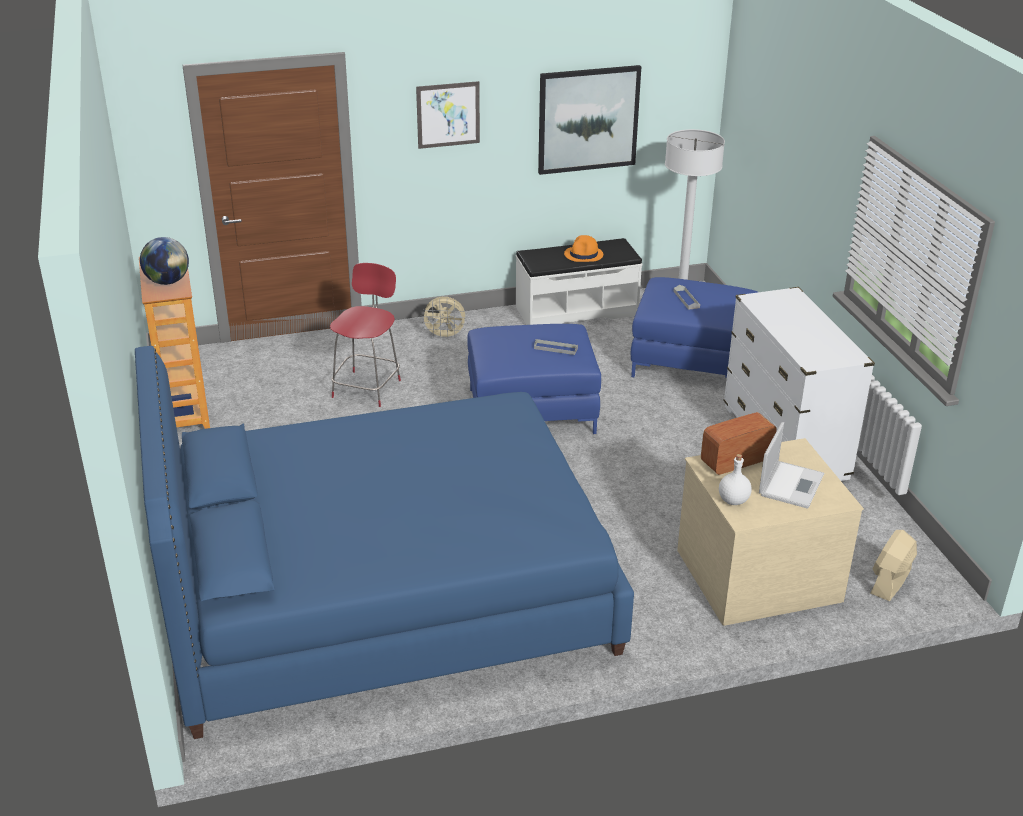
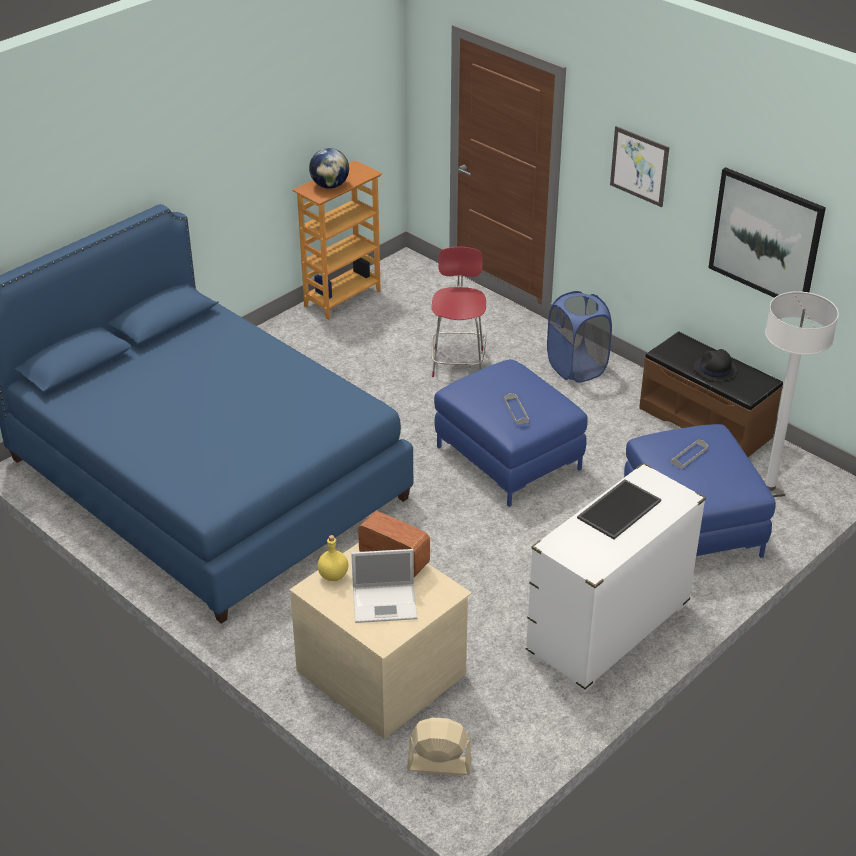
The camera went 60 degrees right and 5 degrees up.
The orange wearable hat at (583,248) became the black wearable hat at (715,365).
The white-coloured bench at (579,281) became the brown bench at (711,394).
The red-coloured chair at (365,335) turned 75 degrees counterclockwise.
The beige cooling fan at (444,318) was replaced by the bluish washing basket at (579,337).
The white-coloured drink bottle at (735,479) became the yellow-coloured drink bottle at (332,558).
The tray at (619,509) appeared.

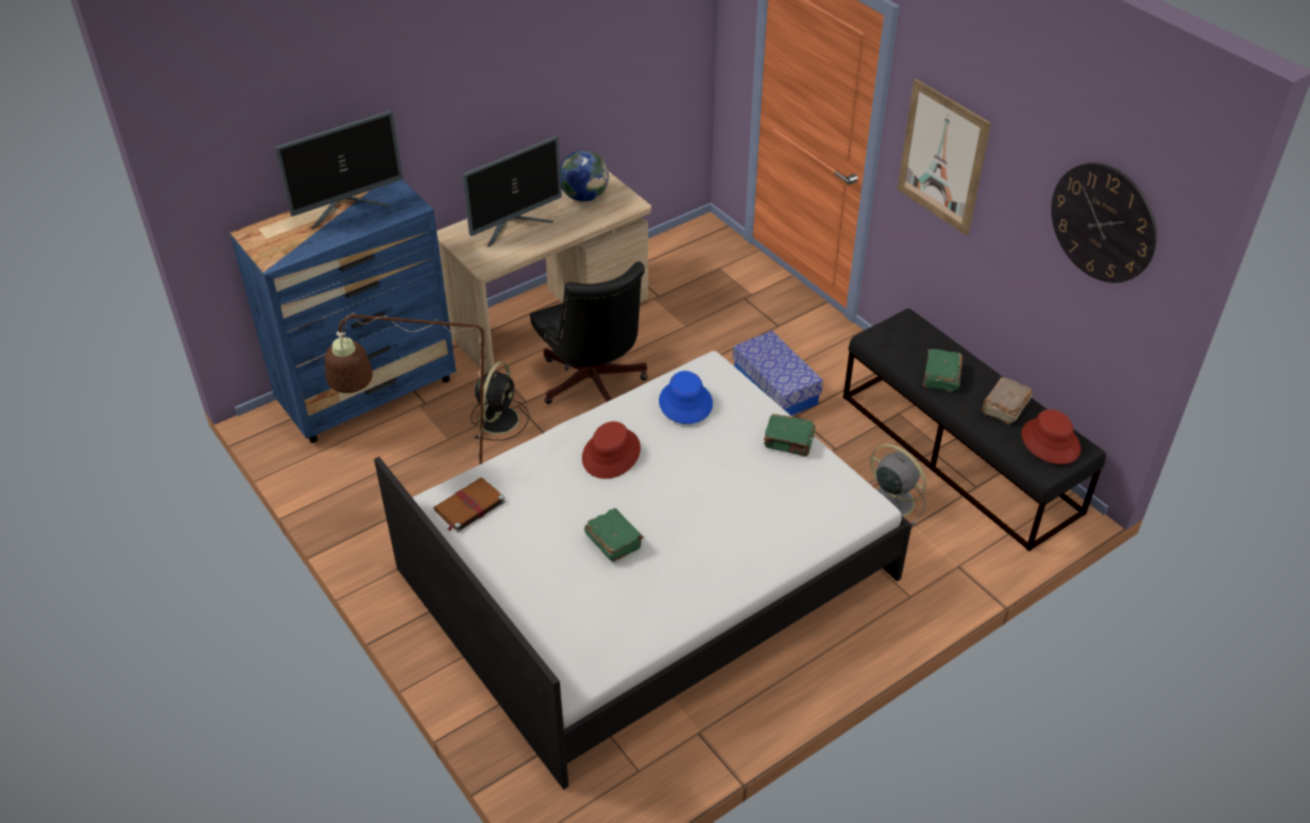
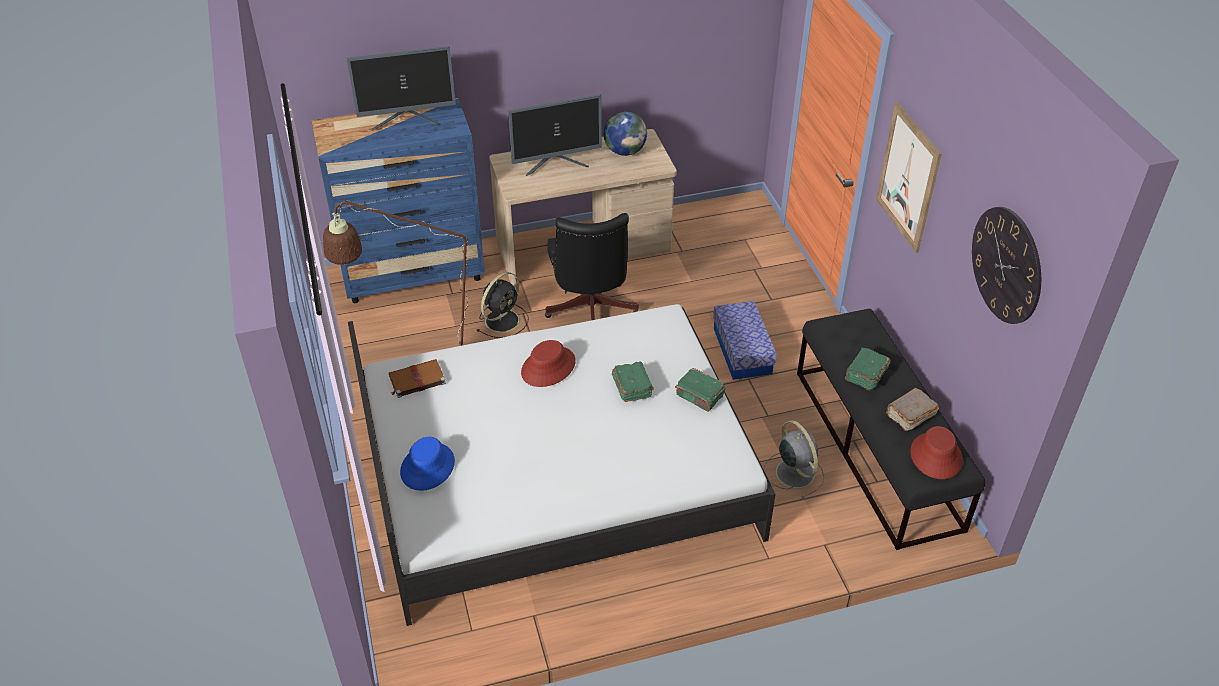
The camera went 20 degrees right and 0 degrees up.
The bluish wearable hat moved from (686,397) to (427,464).
The greenish bound book moved from (614,534) to (633,381).

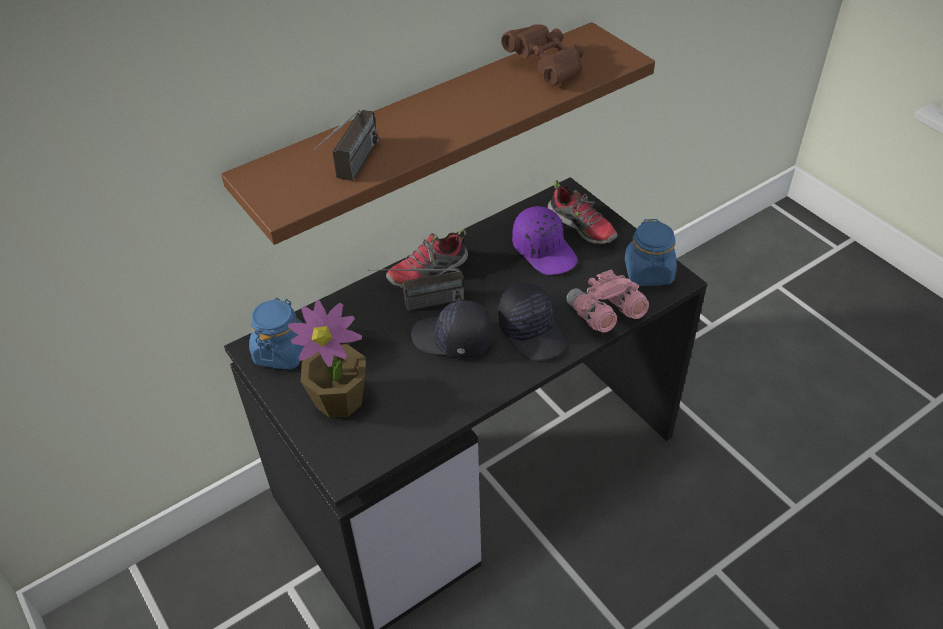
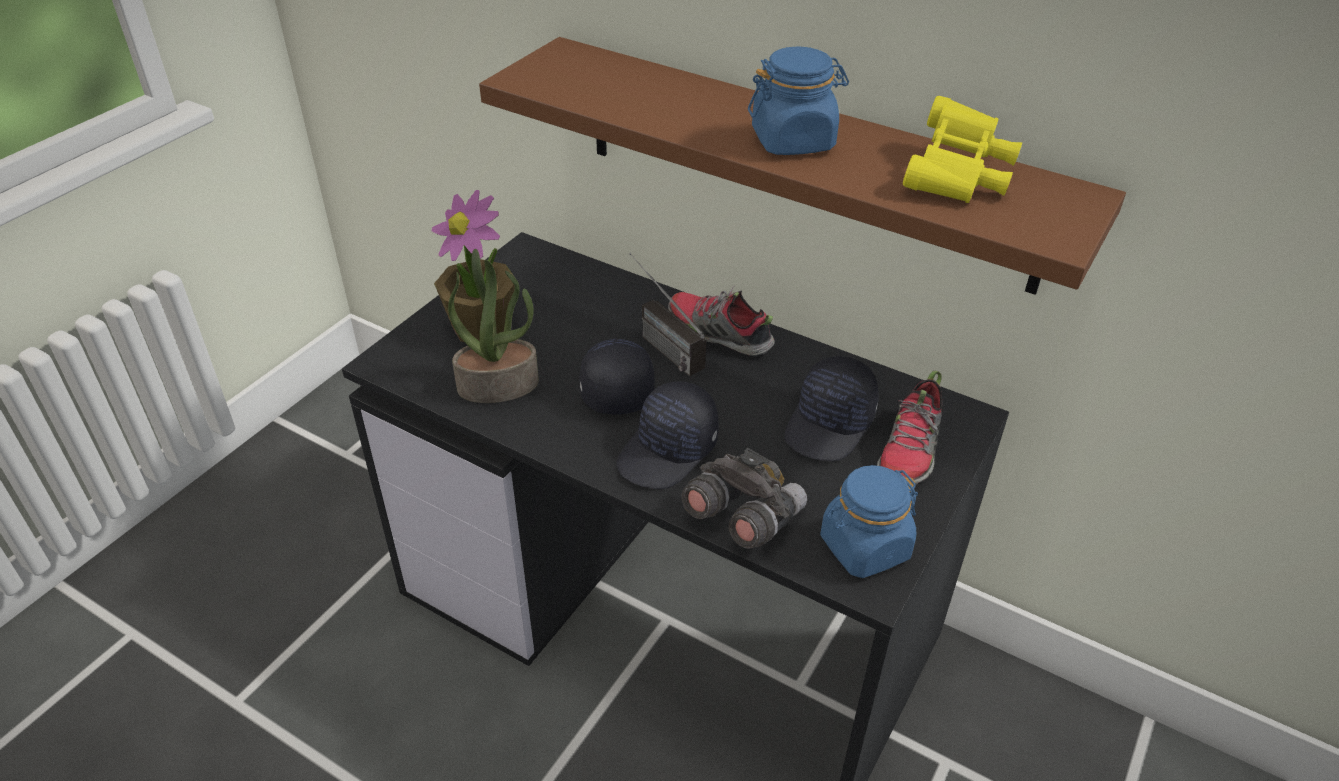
The camera went 65 degrees right and 5 degrees down.
The brown binoculars at (542,55) became the yellow-coloured binoculars at (962,149).
The radio set at (346,145) disappeared.
The purple peaked cap at (545,240) became the black peaked cap at (831,408).
The pinkish binoculars at (607,301) became the grey binoculars at (744,498).
The bluish storage jar moved from (276,334) to (798,100).
The houseplant at (493,326) appeared.

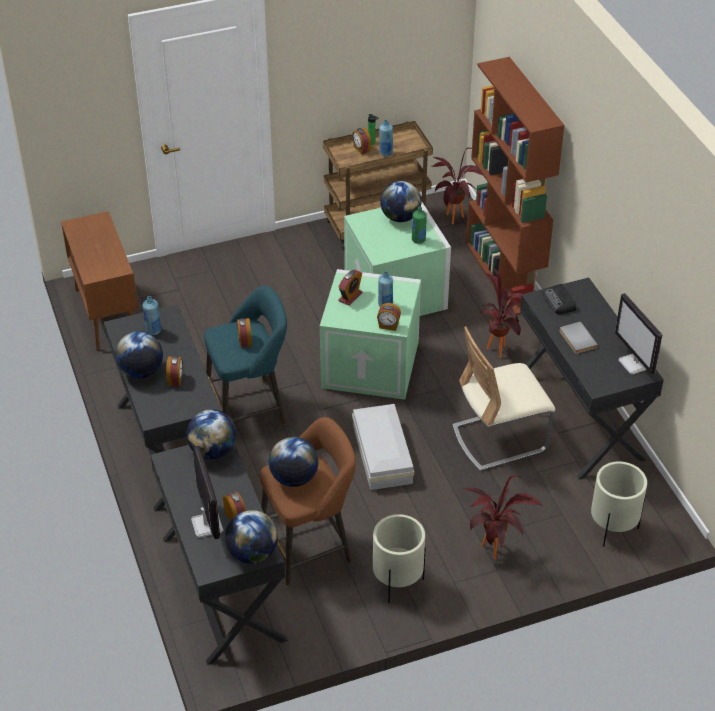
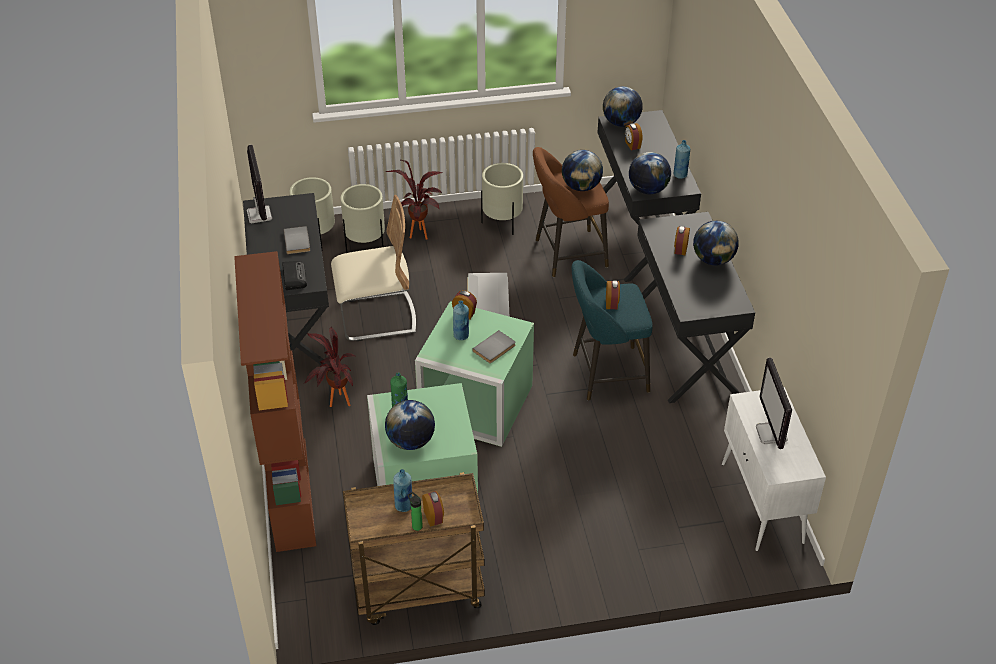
The camera went 170 degrees left and 0 degrees up.
The houseplant at (457,185) disappeared.
The brown storage cabinet at (99,281) became the white-coloured storage cabinet at (774,469).
The bedside clock at (350,288) was replaced by the grey bound book at (494,346).
The bluish drink bottle moved from (152,315) to (682,159).
The computer display moved from (207,492) to (774,403).
The beige flower pot at (362,218) appeared.

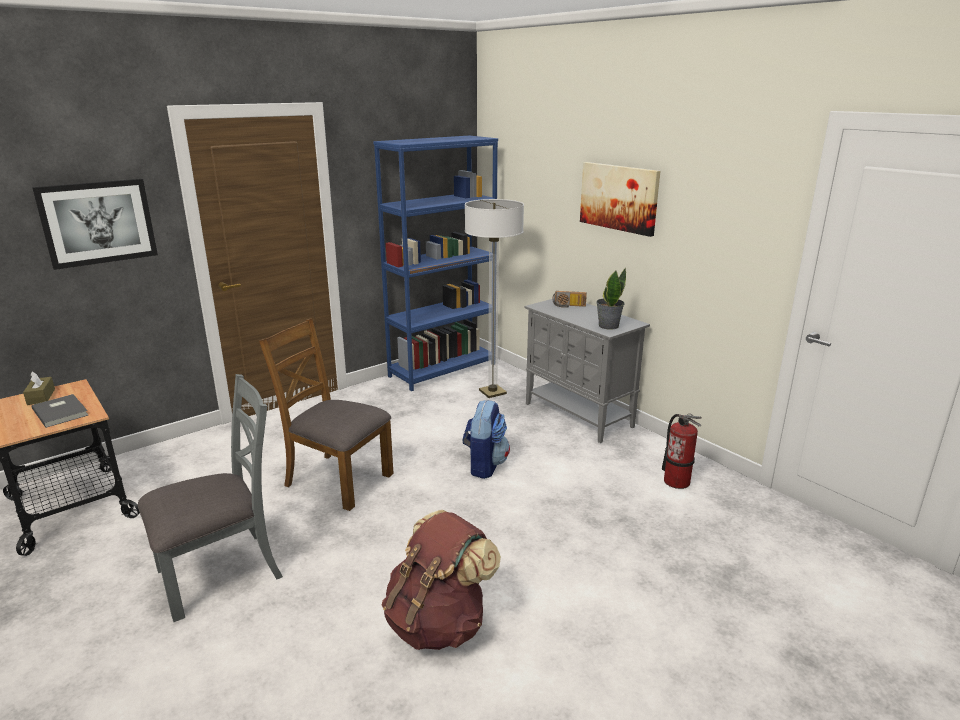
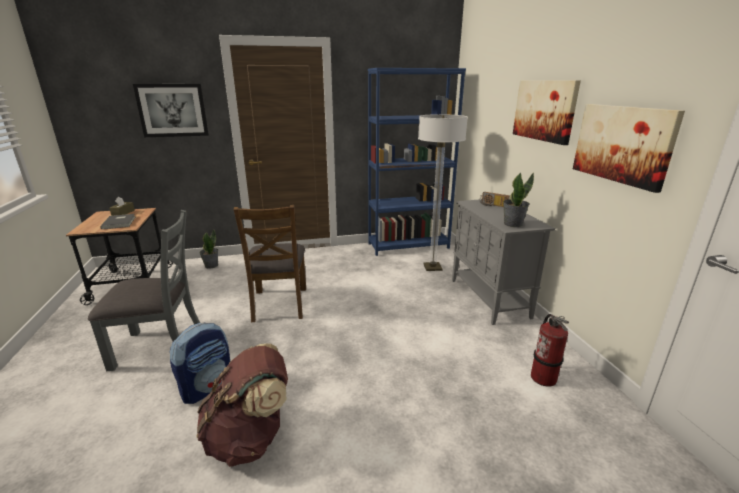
The camera went 25 degrees right and 0 degrees up.
The brown chair at (326,414) turned 150 degrees counterclockwise.
The rucksack moved from (486,439) to (200,363).
The wall art at (629,148) appeared.
The houseplant at (208,249) appeared.

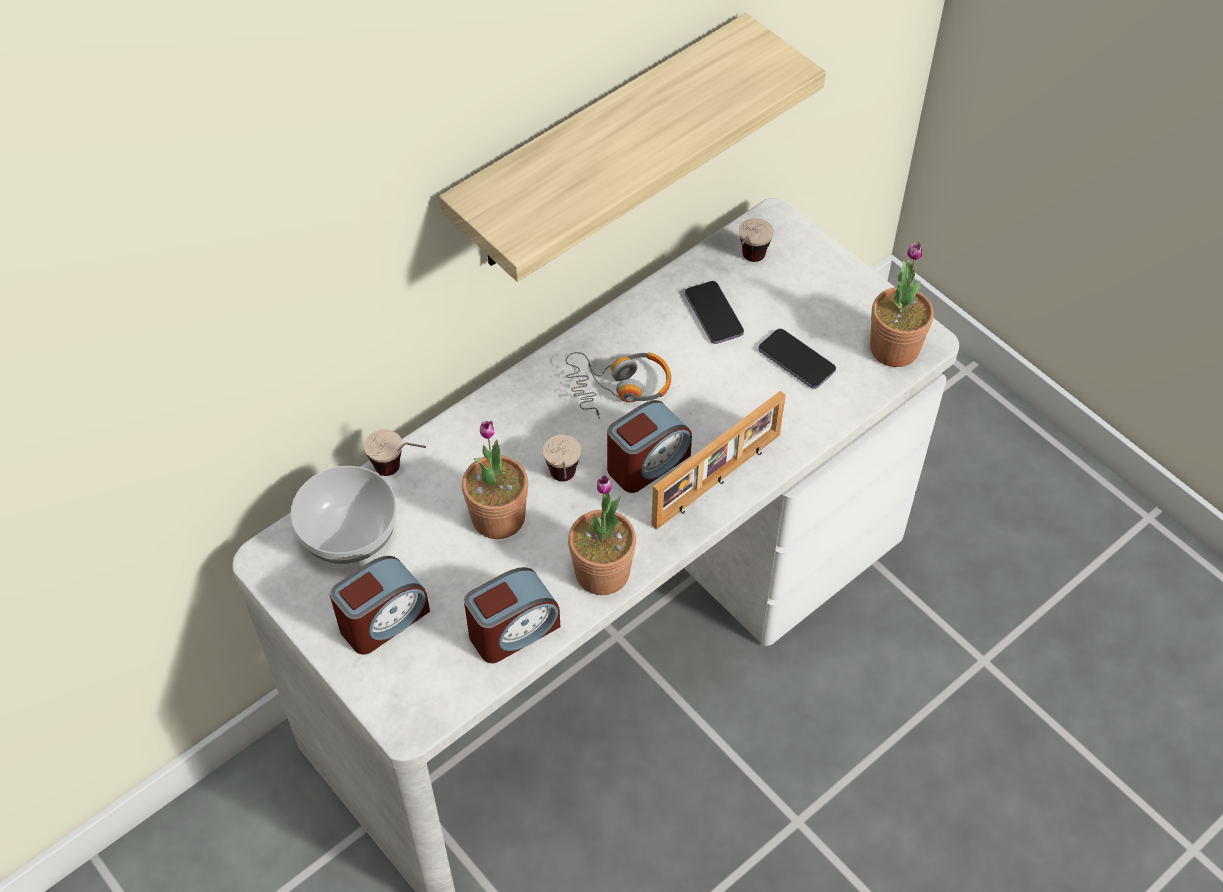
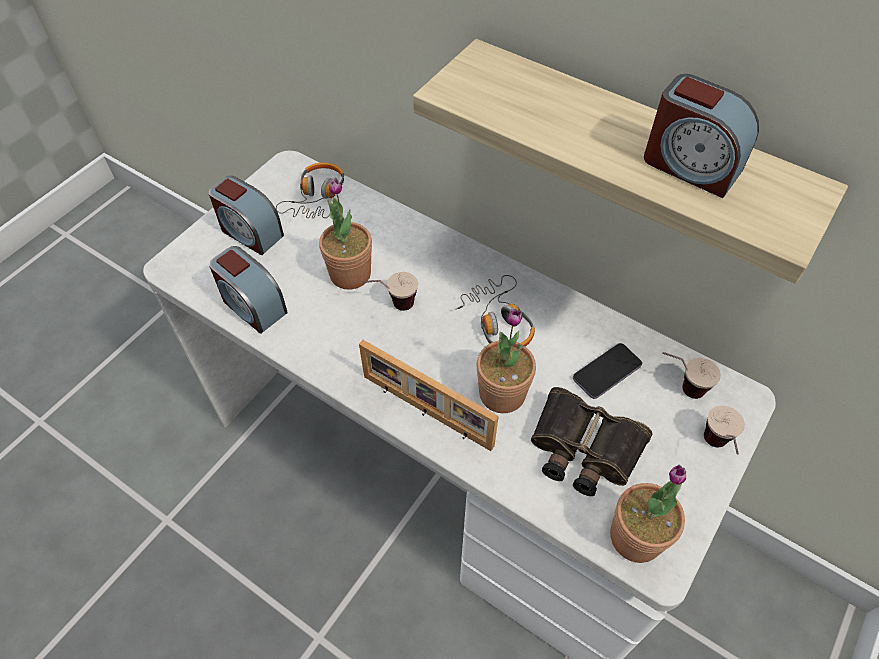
The camera went 75 degrees right and 0 degrees up.
The phone at (797,359) was replaced by the binoculars at (592,441).
The bedside clock moved from (649,446) to (701,136).
The drinking cup moved from (395,452) to (724,430).
The deep dish at (343,515) was replaced by the pair of headphones at (310,191).
The houseplant moved from (602,535) to (506,360).

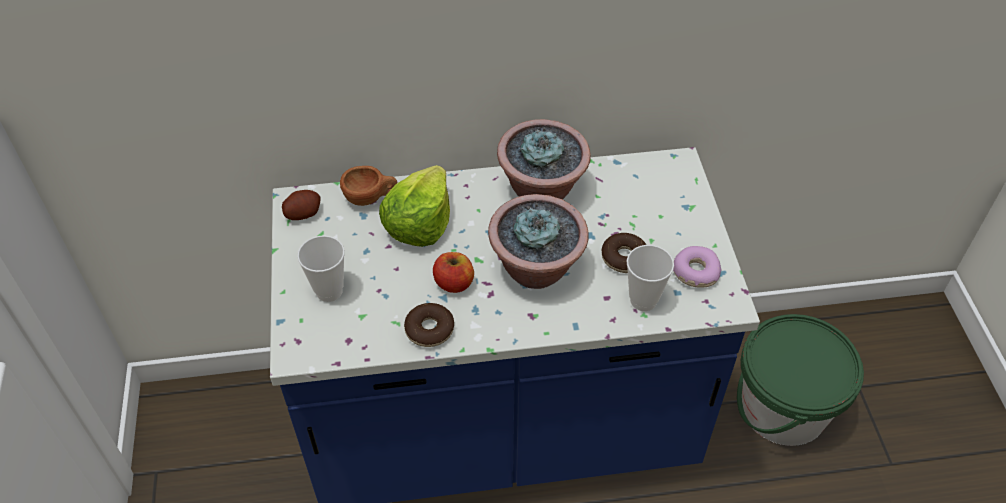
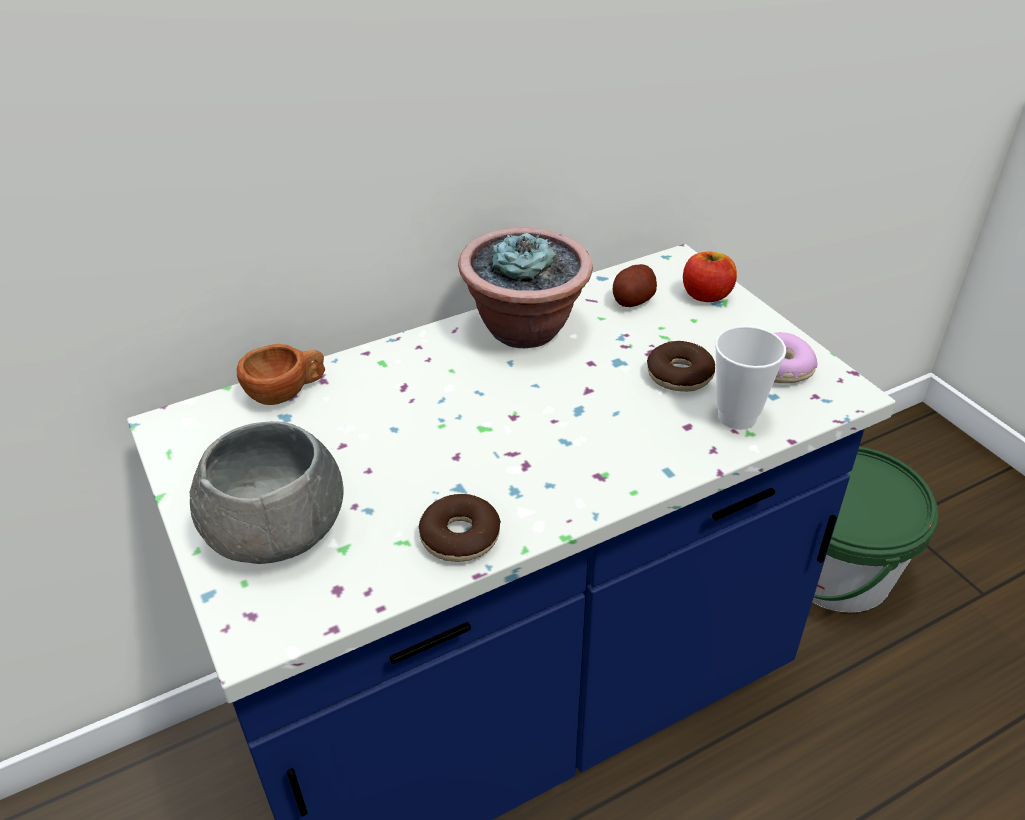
The camera went 20 degrees left and 10 degrees down.
The head of lettuce at (414,206) disappeared.
The whole potato moved from (301,205) to (635,285).
The houseplant at (538,241) disappeared.
The drinking cup at (321,268) was replaced by the grey deep dish at (267,492).
The apple moved from (453,272) to (710,277).

